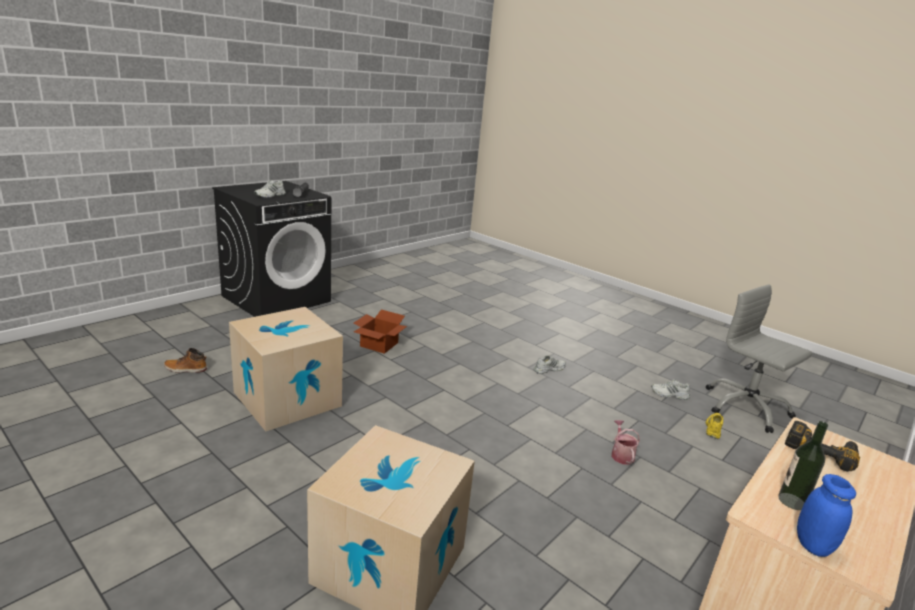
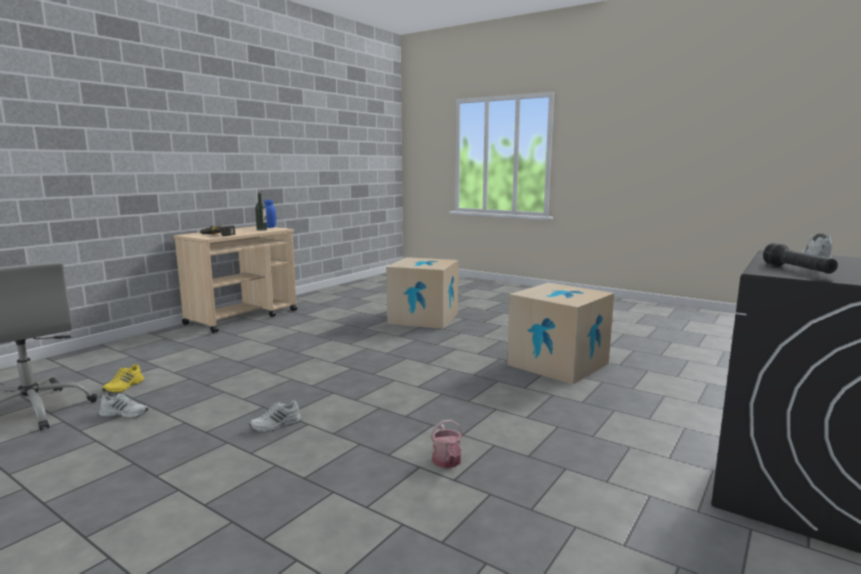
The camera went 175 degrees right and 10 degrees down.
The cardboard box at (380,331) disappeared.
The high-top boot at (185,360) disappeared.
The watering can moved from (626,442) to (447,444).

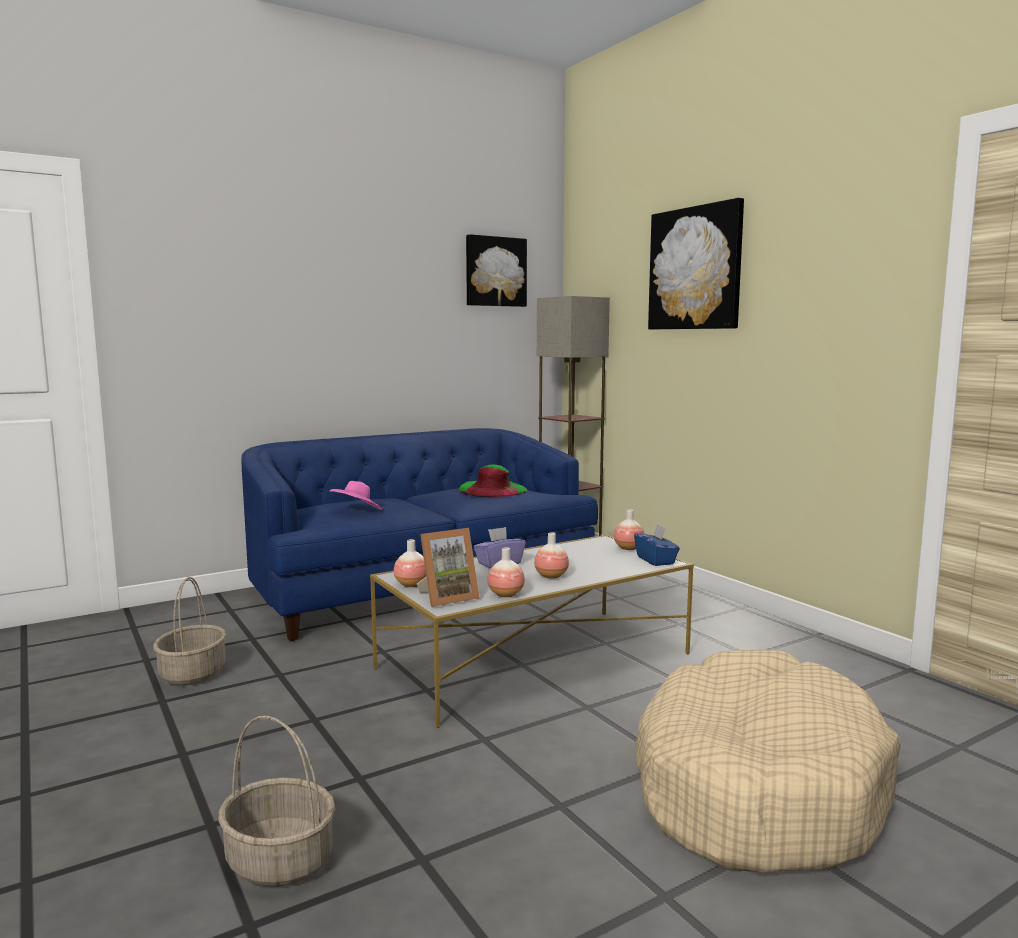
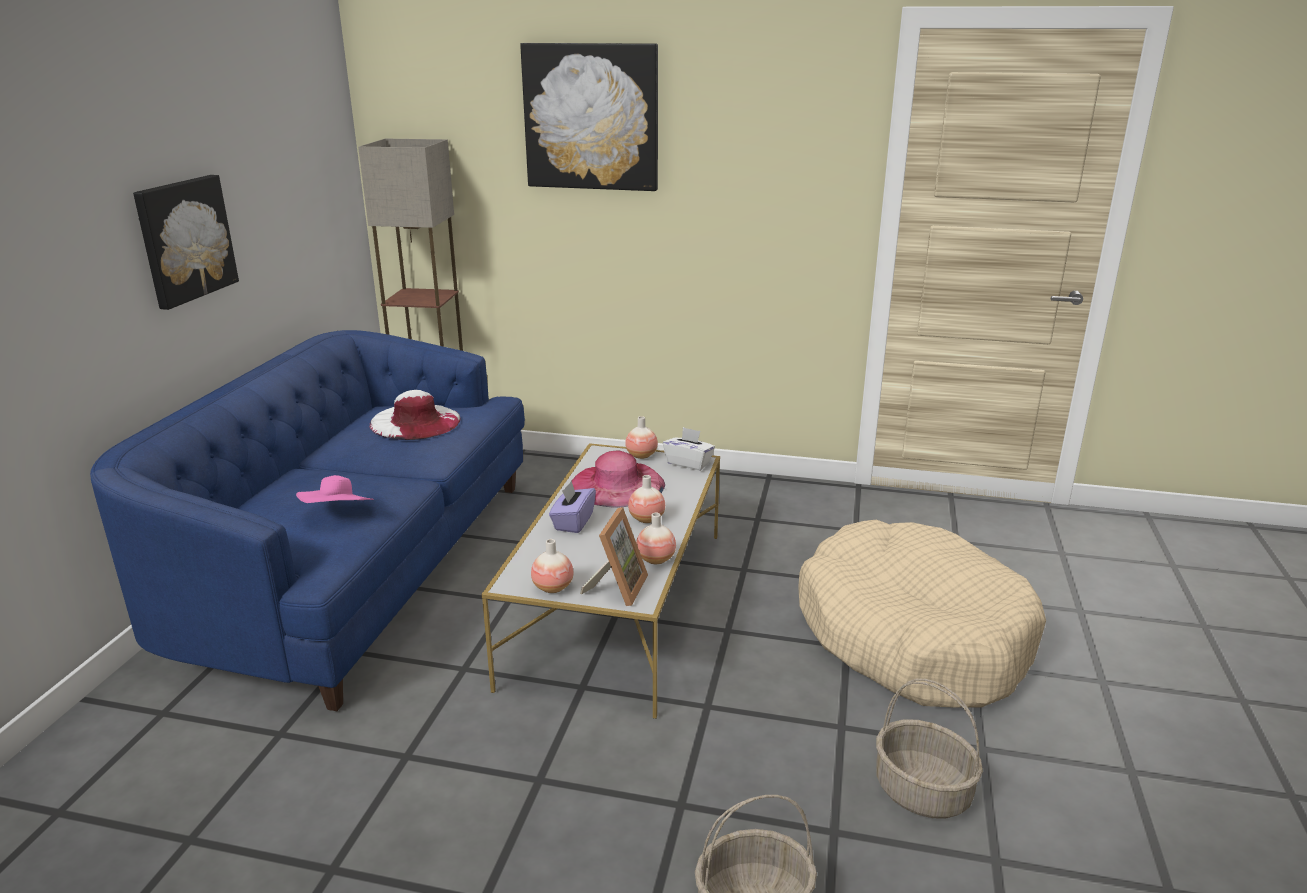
The camera went 45 degrees left and 15 degrees up.
The wall art moved from (496,270) to (186,242).
The greenish wearable hat at (493,481) became the white-coloured wearable hat at (415,415).
The bluish tissue box at (657,545) became the white-coloured tissue box at (689,449).
The basket moved from (189,631) to (929,749).
The pinkish wearable hat at (618,479) appeared.

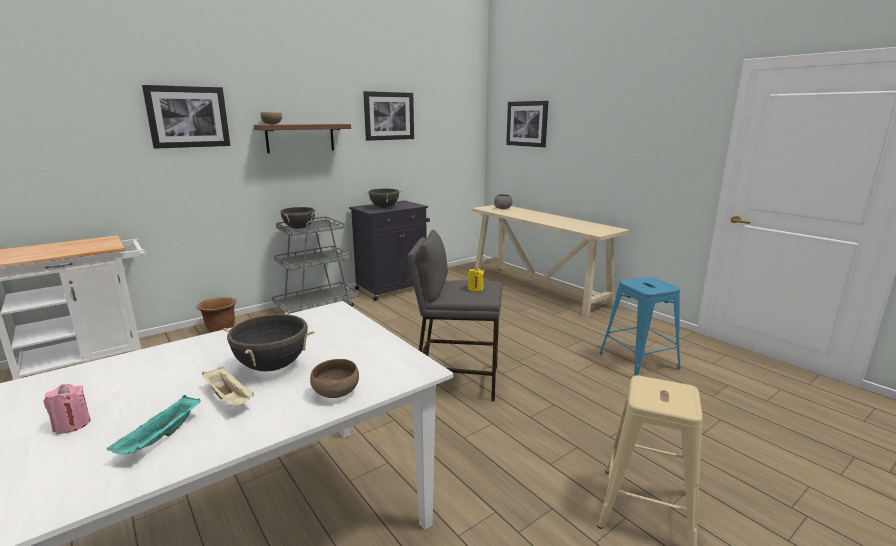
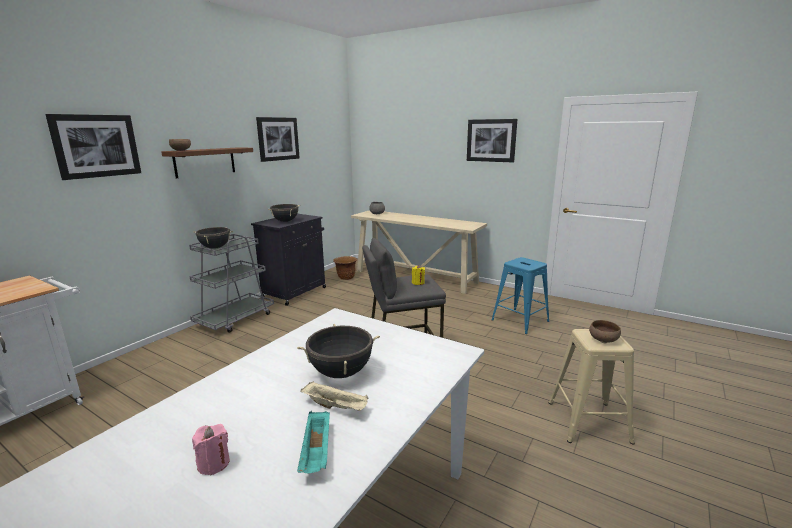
The camera went 20 degrees left and 0 degrees up.
The wall art moved from (527,124) to (492,140).
The brown flower pot moved from (216,314) to (345,268).
The brown deep dish moved from (334,378) to (605,331).

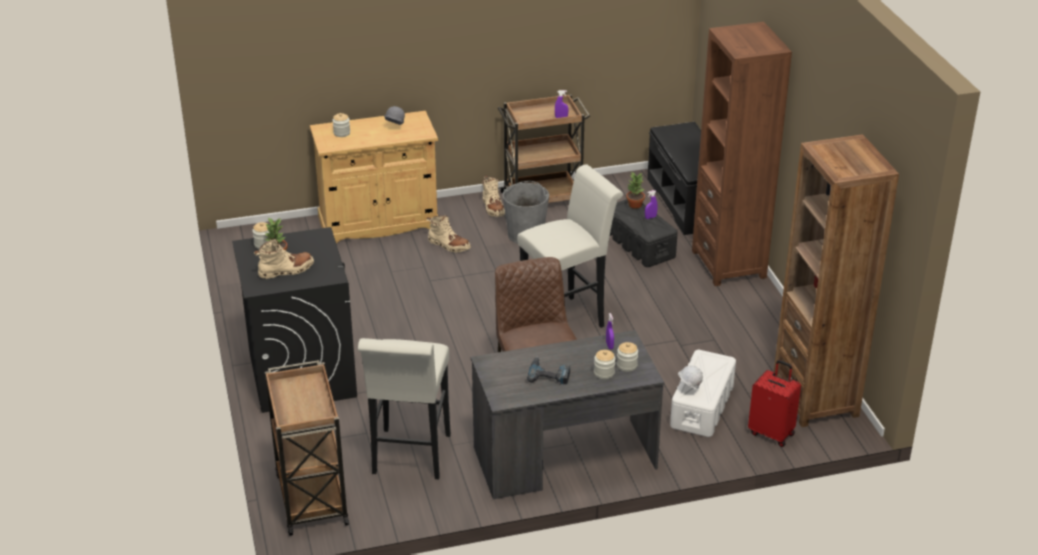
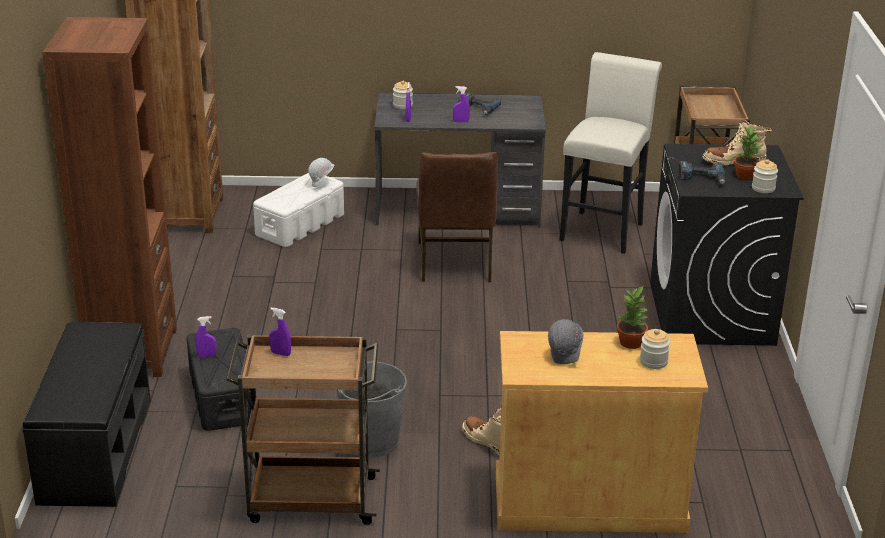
The camera went 165 degrees left and 5 degrees down.
The white-coloured stool seat at (570,246) disappeared.
The houseplant moved from (635,190) to (632,317).
The beige high-top boot at (493,196) disappeared.
The storage jar at (604,364) disappeared.
The red-coloured suitcase at (774,403) disappeared.
The purple sprayer at (461,104) appeared.
The electric drill at (702,172) appeared.

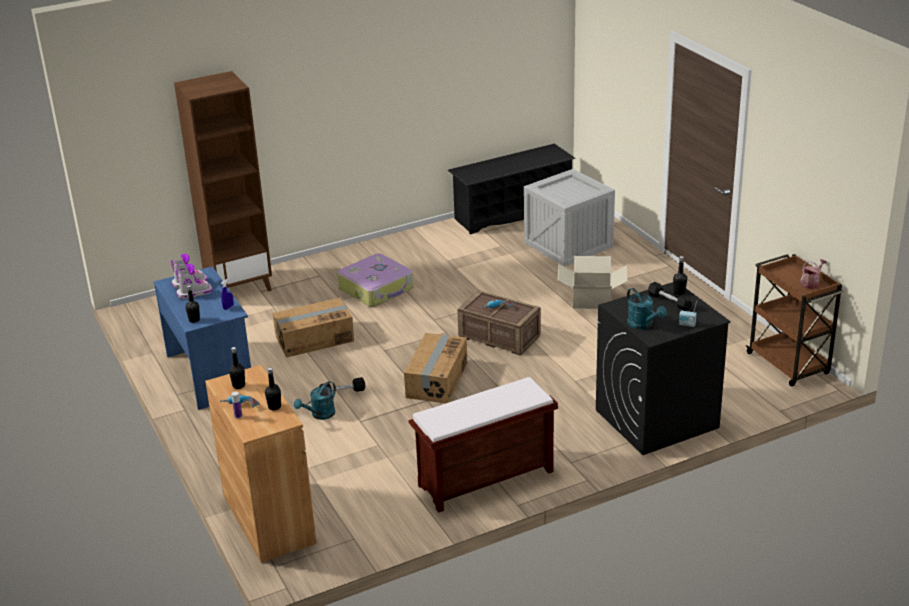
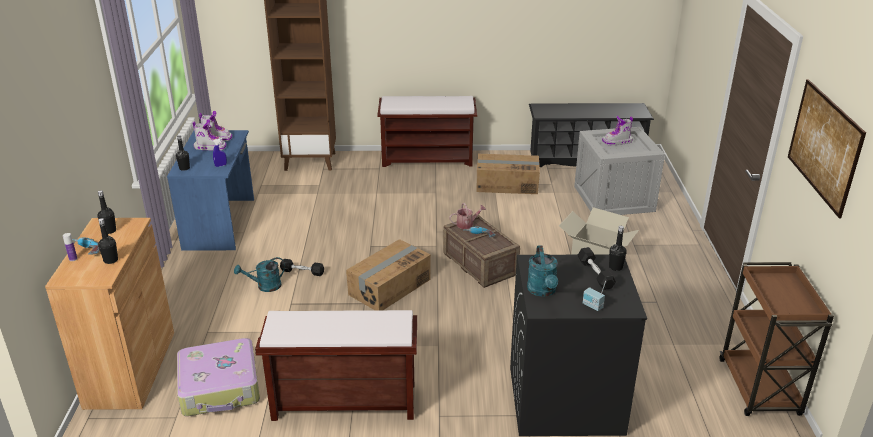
The camera went 25 degrees right and 0 degrees up.
The suitcase moved from (375,280) to (218,377).
The watering can moved from (813,274) to (467,216).
The cardboard box moved from (313,328) to (508,174).
The wall art at (827,148) appeared.
The brown bench at (427,131) appeared.
The high-top boot at (617,130) appeared.

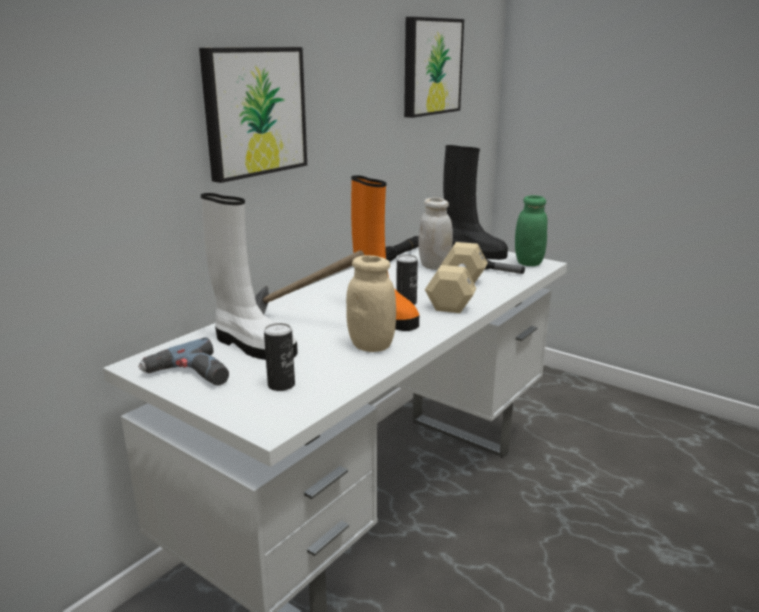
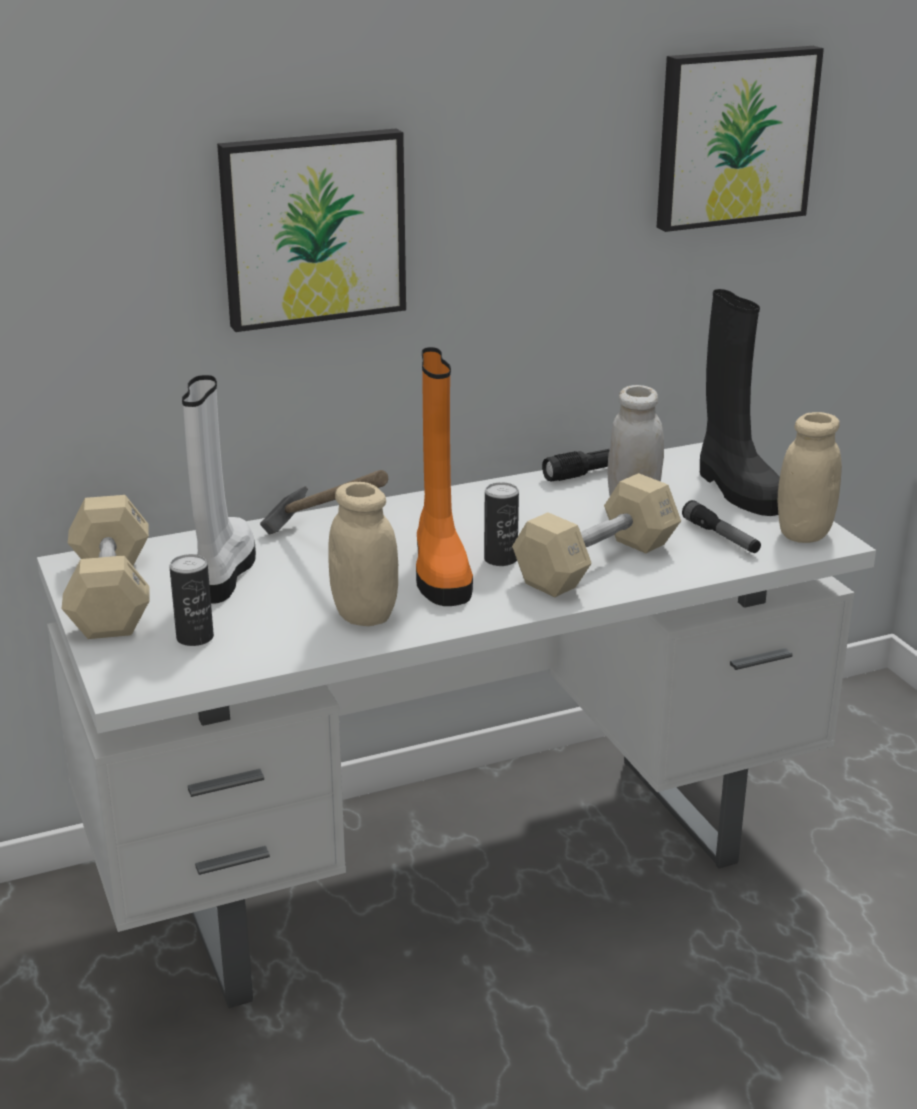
The camera went 30 degrees right and 5 degrees up.
The white-coloured high-top boot at (249,276) turned 150 degrees counterclockwise.
The greenish storage jar at (531,230) became the beige storage jar at (810,477).
The electric drill at (183,361) was replaced by the beige hand weight at (106,567).

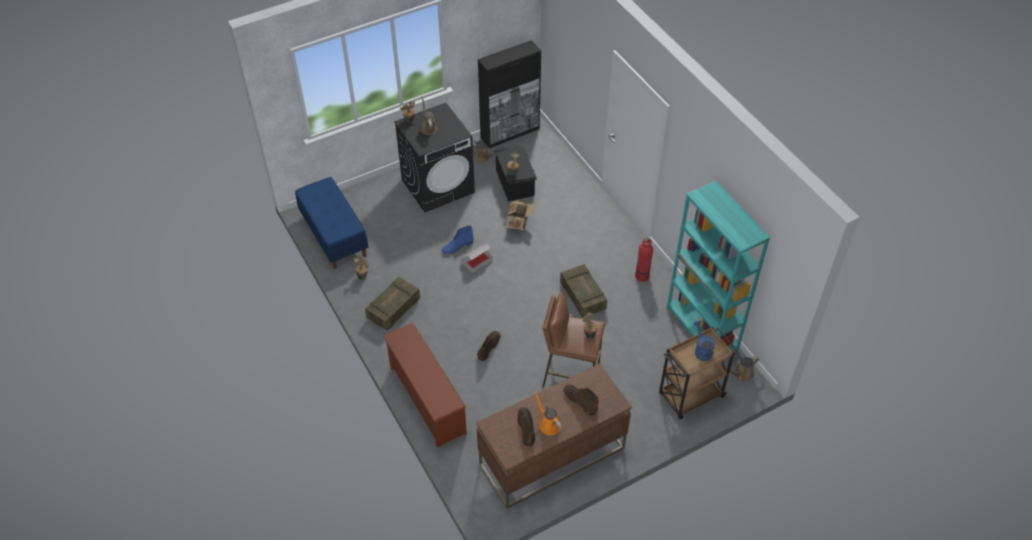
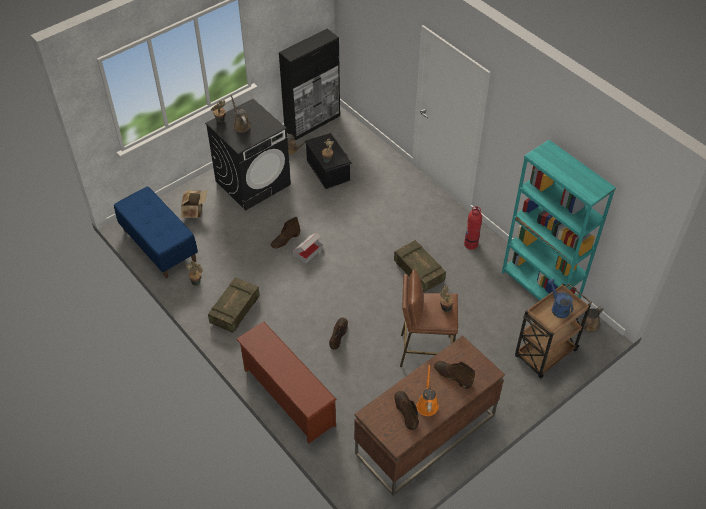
The camera went 10 degrees left and 0 degrees up.
The cardboard box moved from (520,215) to (194,203).
The bluish high-top boot at (458,239) became the brown high-top boot at (285,233).
The orange watering can at (547,411) turned 45 degrees clockwise.

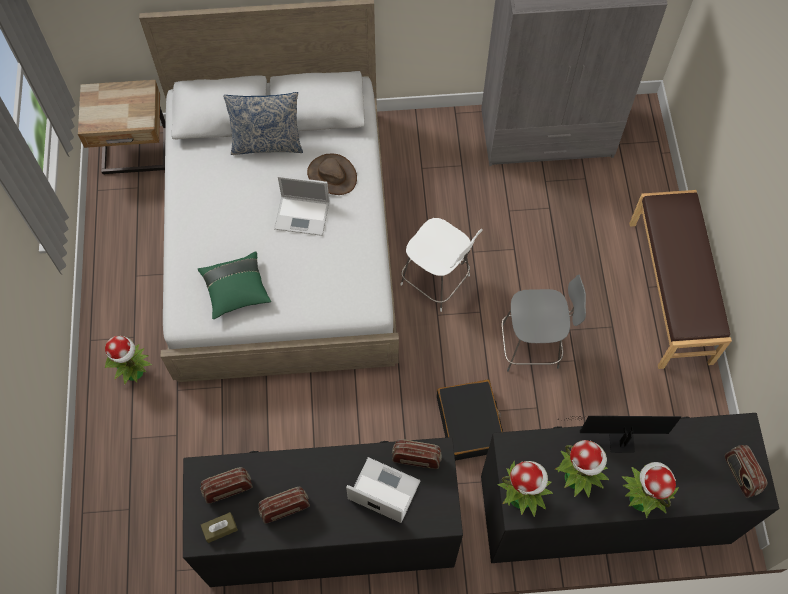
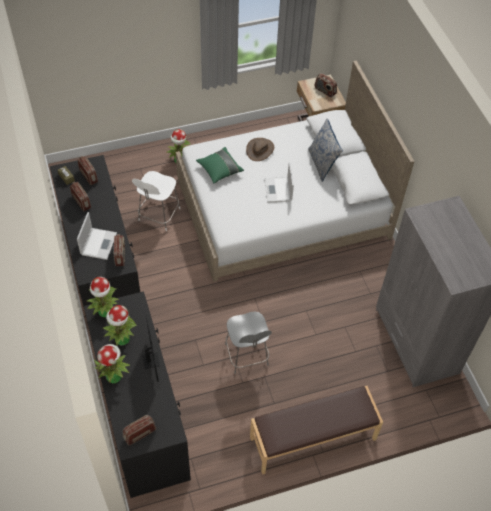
The camera went 75 degrees right and 10 degrees down.
The brown wearable hat moved from (332,174) to (260,149).
The white-coloured chair moved from (441,265) to (156,201).
The black suitcase at (470,420) disappeared.
The radio set at (326,85) appeared.

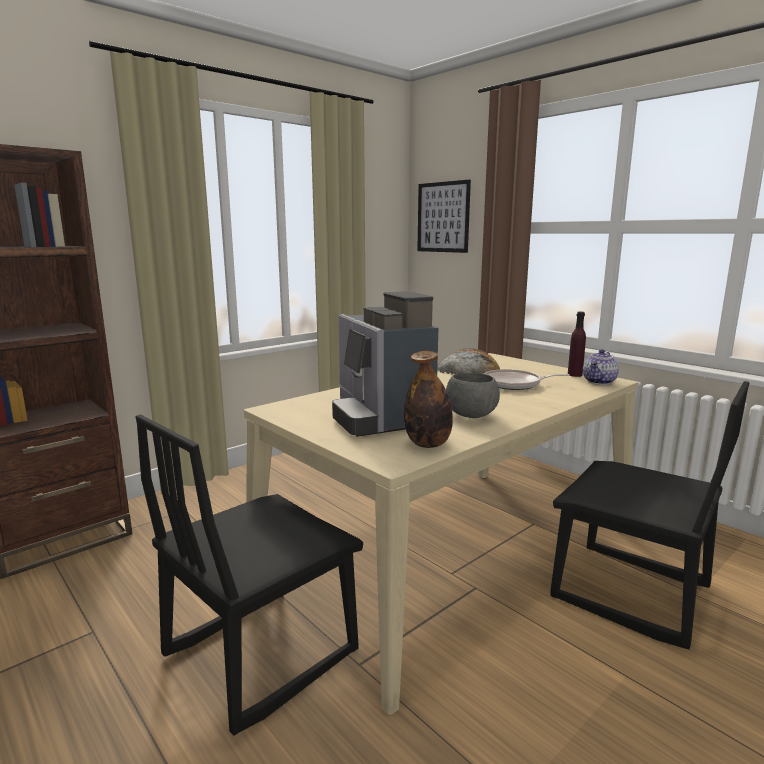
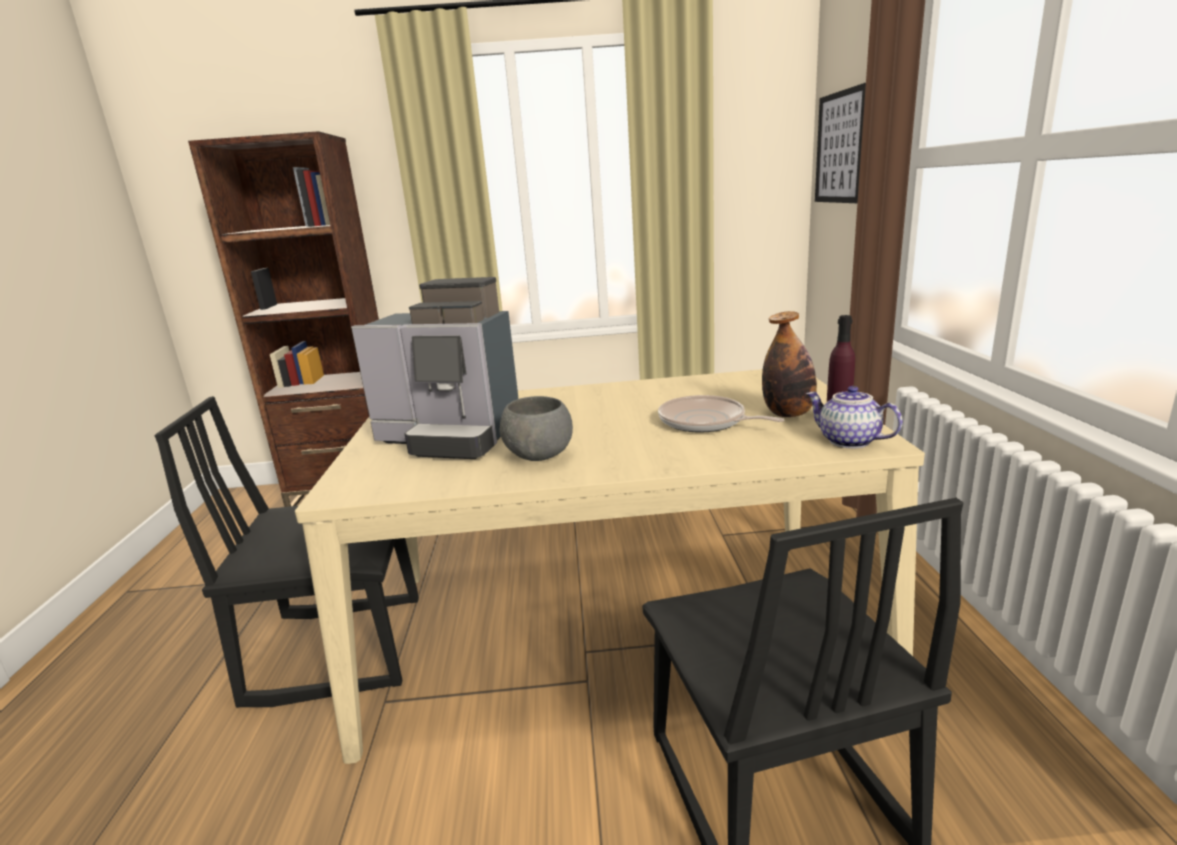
The camera went 40 degrees right and 5 degrees up.
The coffee maker at (385,364) turned 90 degrees counterclockwise.
The baked bread at (468,361) disappeared.
The teapot at (601,367) turned 60 degrees clockwise.
The drink bottle moved from (428,399) to (789,364).

